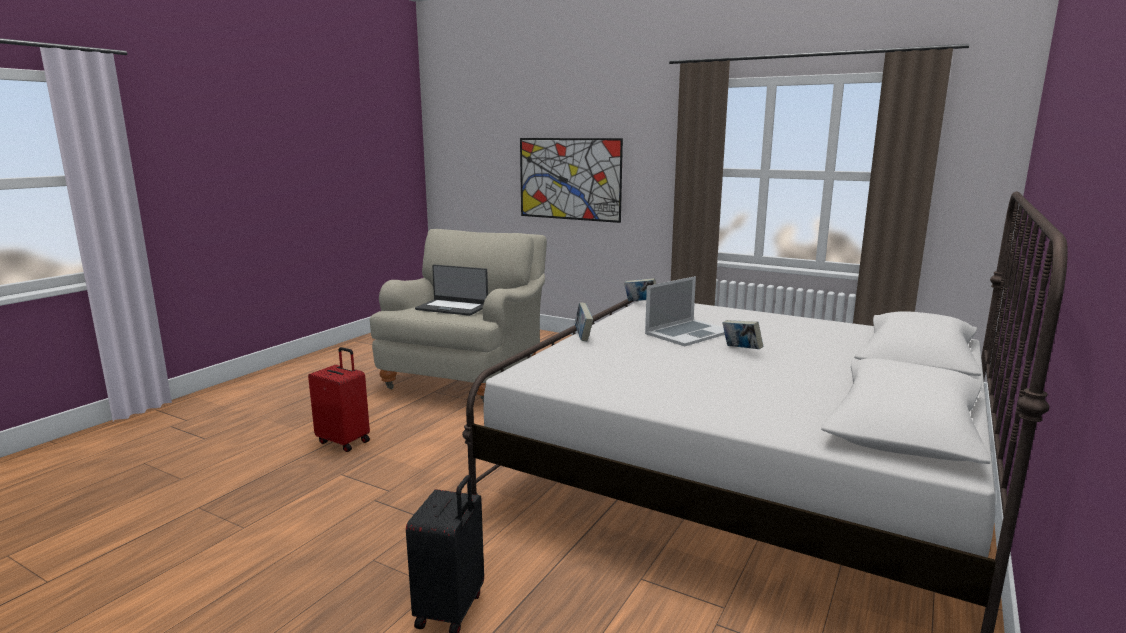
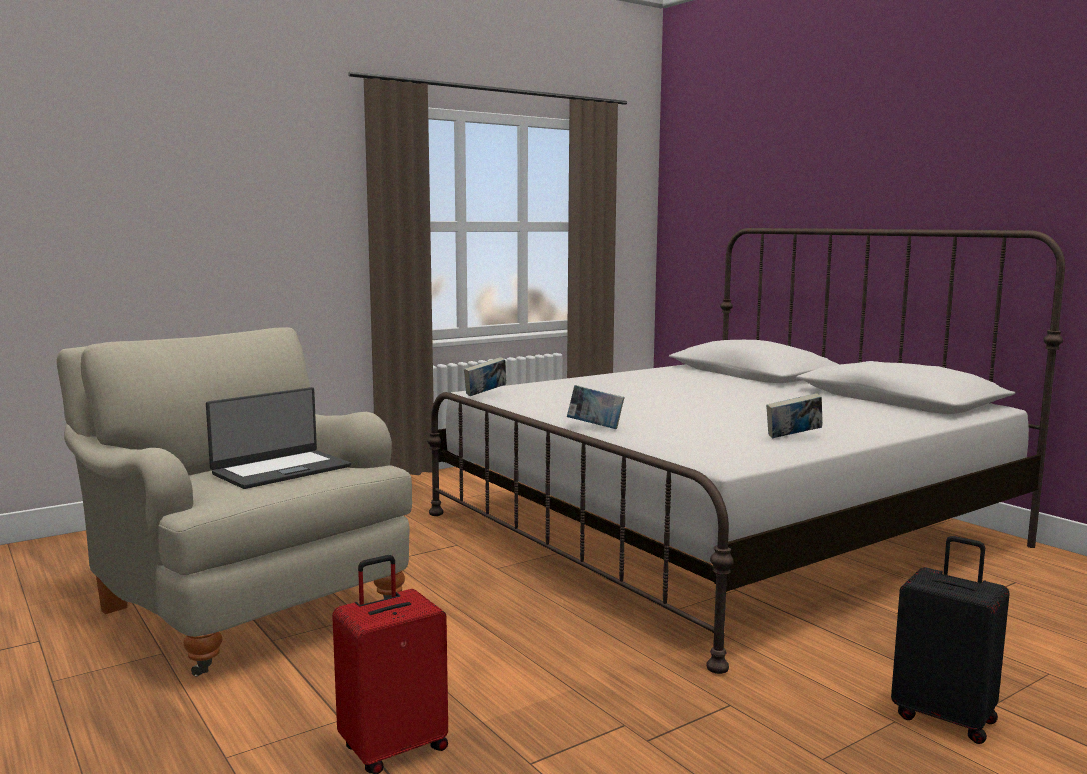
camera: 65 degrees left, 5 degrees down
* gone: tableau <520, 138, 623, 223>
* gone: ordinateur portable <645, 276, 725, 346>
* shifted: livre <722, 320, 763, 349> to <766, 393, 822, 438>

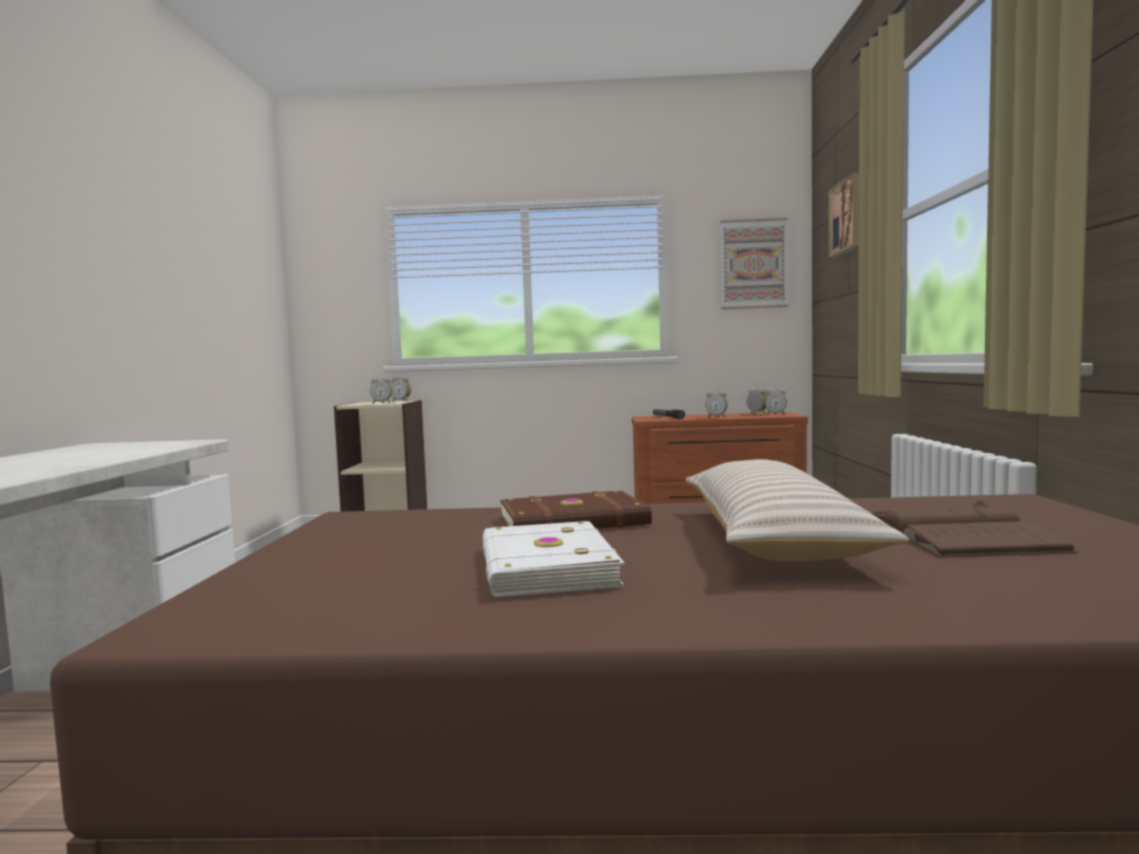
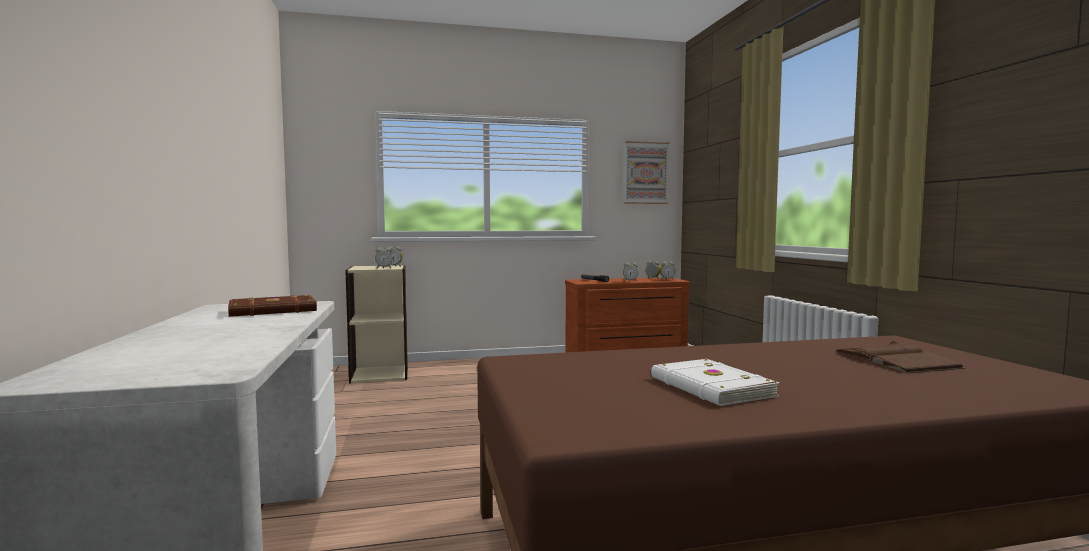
camera: 15 degrees left, 0 degrees up
* gone: tableau <829, 173, 859, 257>
* gone: coussin [beige] <686, 459, 909, 561>
* shifted: livre [marron] <500, 490, 652, 529> to <228, 295, 317, 317>

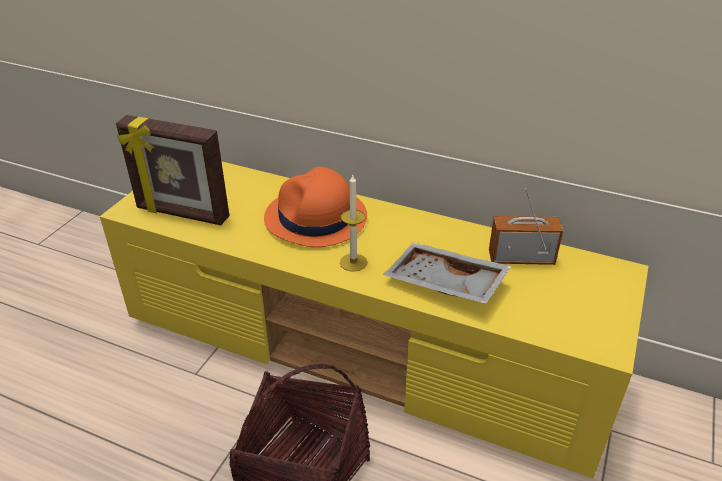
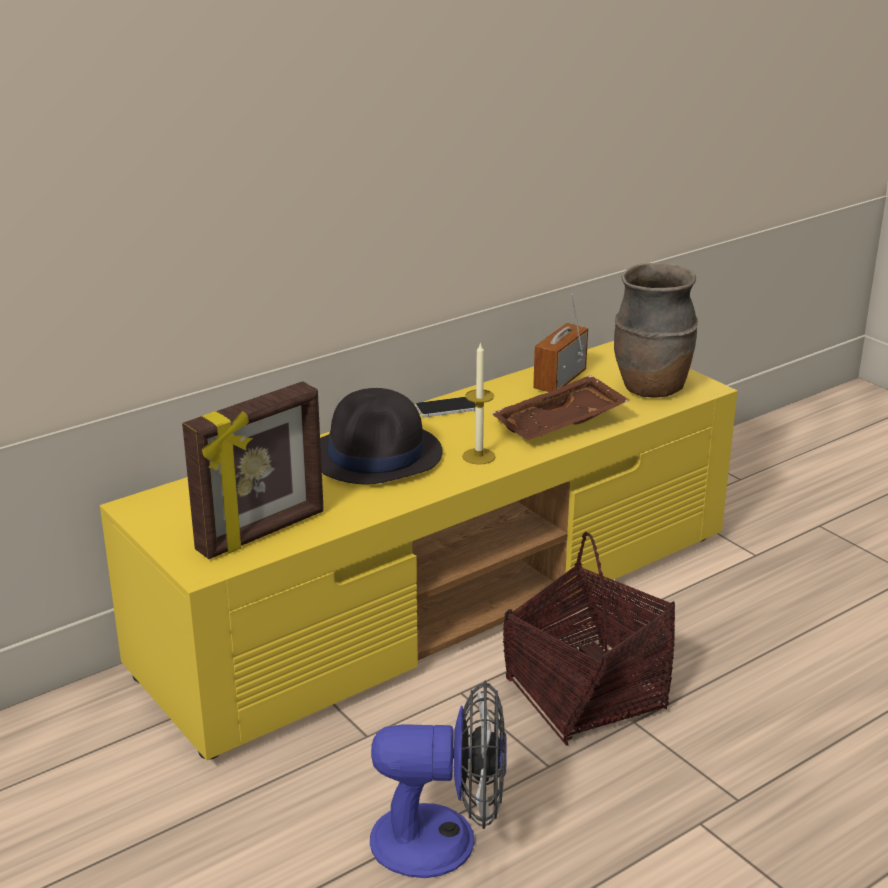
camera: 60 degrees left, 10 degrees down
* repainted: chapeau [orange] <264, 167, 367, 247> to chapeau [noir] <320, 388, 443, 485>
* repainted: plateau [gris] <383, 242, 512, 304> to plateau [marron] <491, 375, 631, 440>
* new: vase [marron] <614, 263, 698, 398>
* new: téléphone <416, 397, 475, 417>
* new: ventilateur <370, 681, 507, 878>

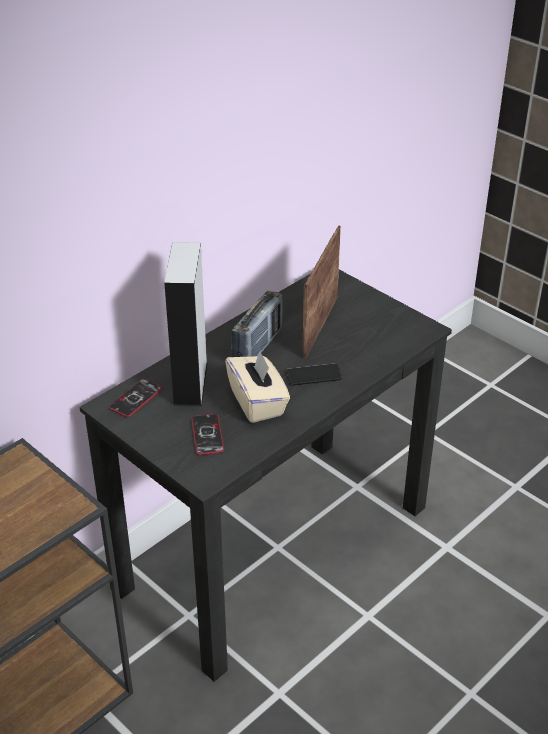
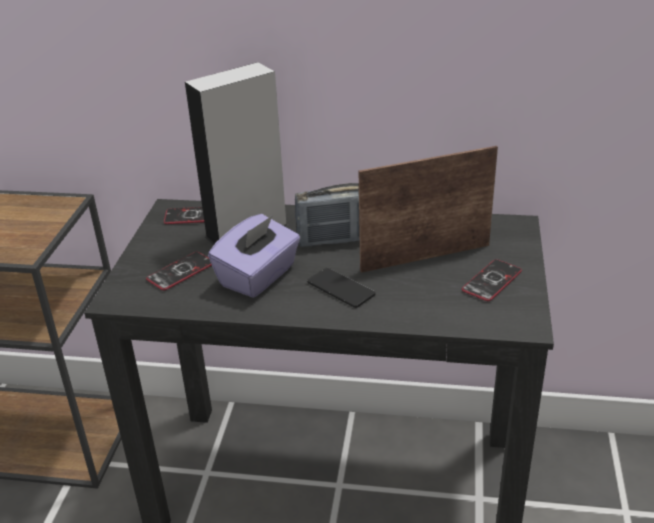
camera: 55 degrees right, 5 degrees down
* repainted: boîte à mouchoirs [beige] <225, 350, 290, 423> to boîte à mouchoirs [violet] <208, 214, 300, 298>
* new: téléphone <462, 259, 522, 301>

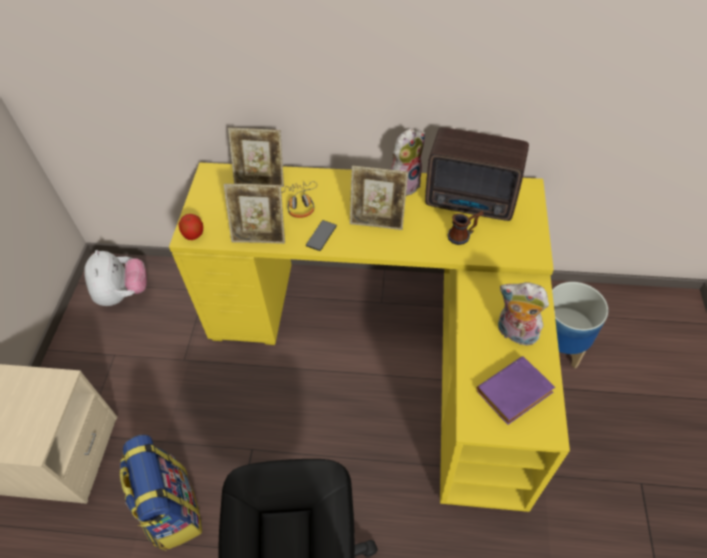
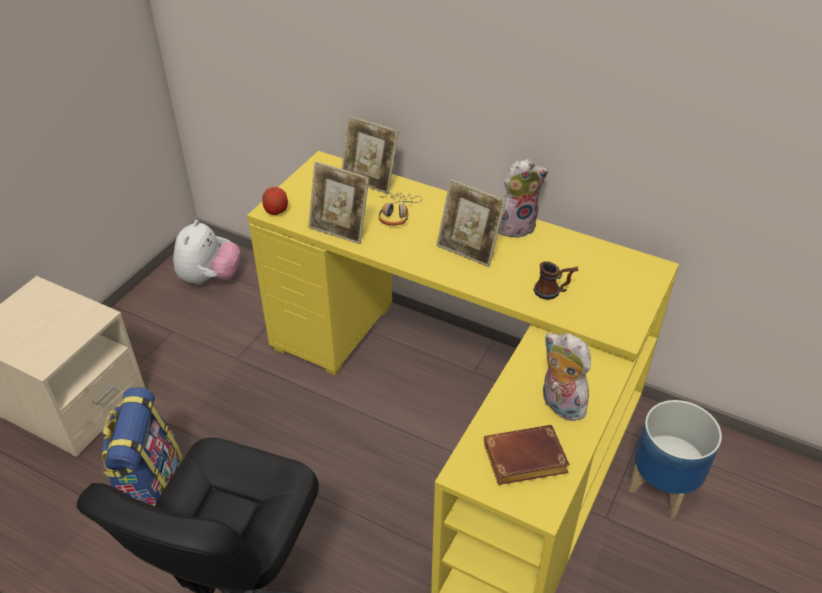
camera: 20 degrees right, 10 degrees down
* gone: radio <425, 127, 529, 221>
* gone: téléphone <306, 220, 337, 251>
* repainted: livre [violet] <477, 356, 555, 425> to livre [marron] <484, 425, 570, 485>

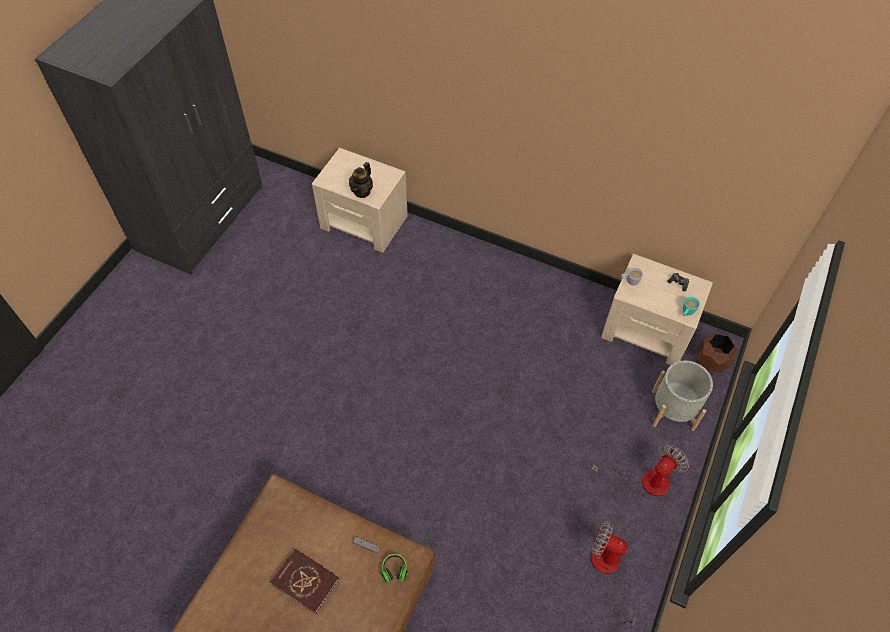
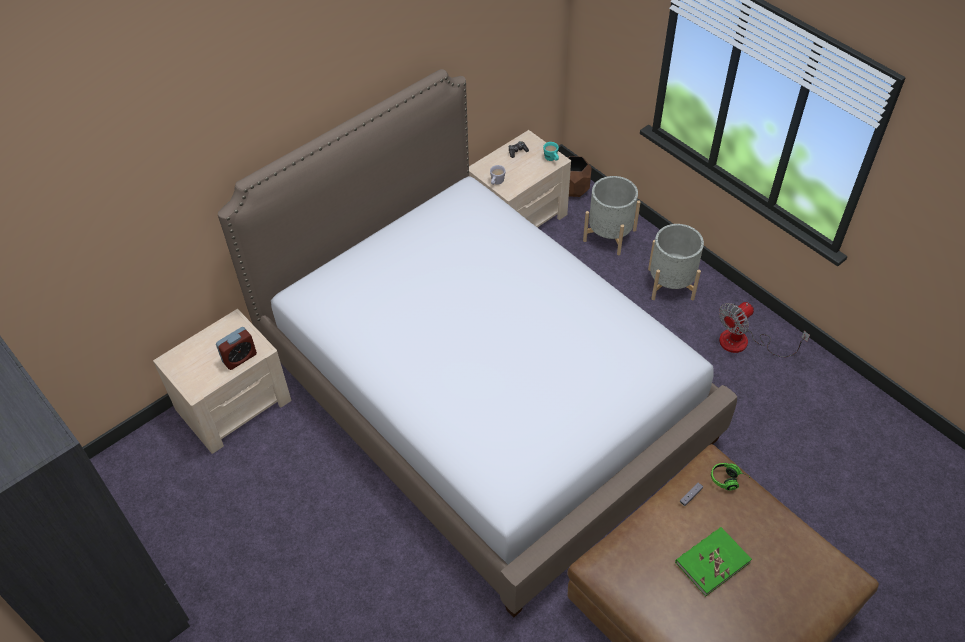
camera: 65 degrees left, 5 degrees down
* swapped: théière <349, 162, 373, 198> to réveil <216, 327, 257, 370>
* swapped: ventilateur <592, 443, 689, 497> to cache-pot [gris] <648, 224, 704, 301>
* repainted: livre [rouge] <270, 549, 339, 614> to livre [vert] <675, 527, 752, 596>
* new: lit <218, 69, 737, 618>

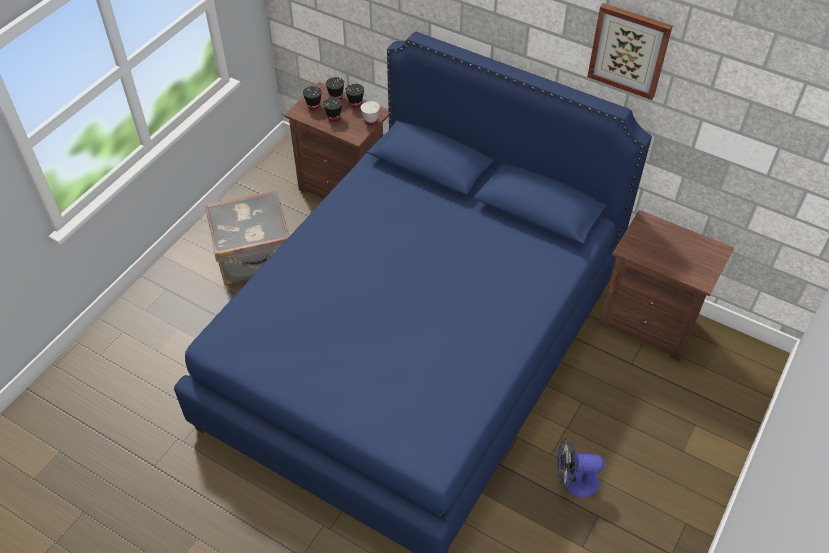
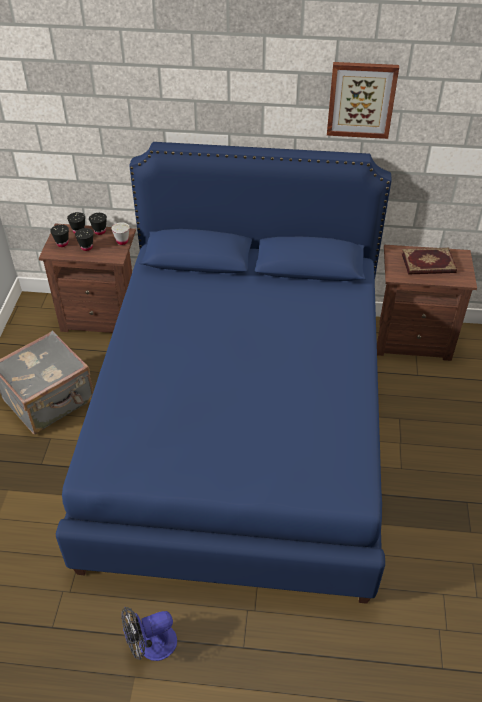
camera: 25 degrees left, 5 degrees down
* shifted: ventilateur <557, 438, 604, 497> to <121, 607, 177, 661>
* new: livre <401, 248, 457, 275>

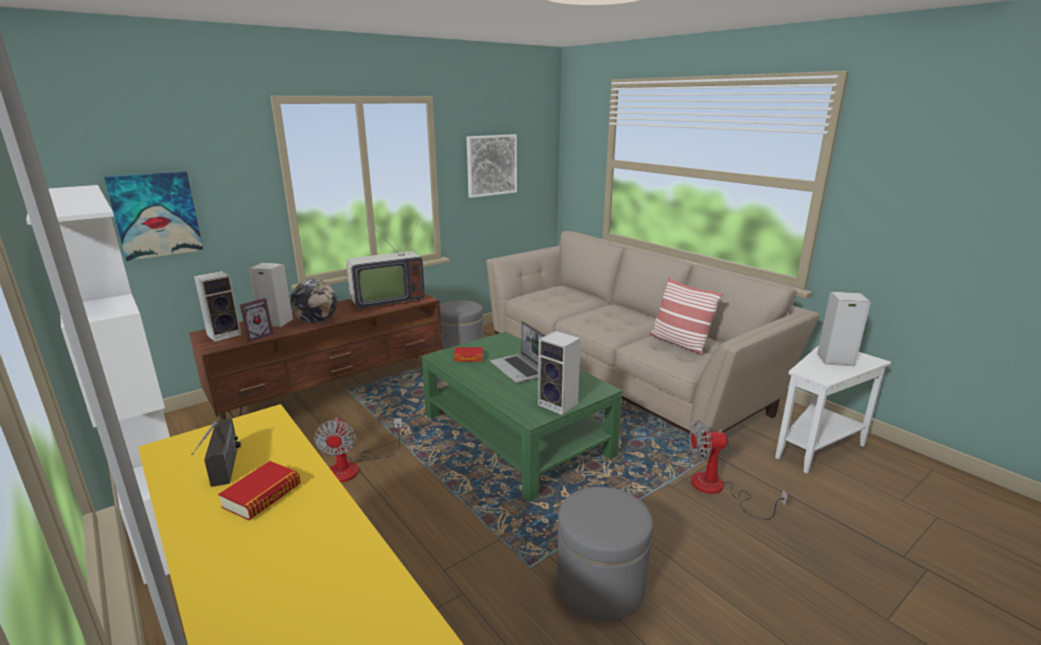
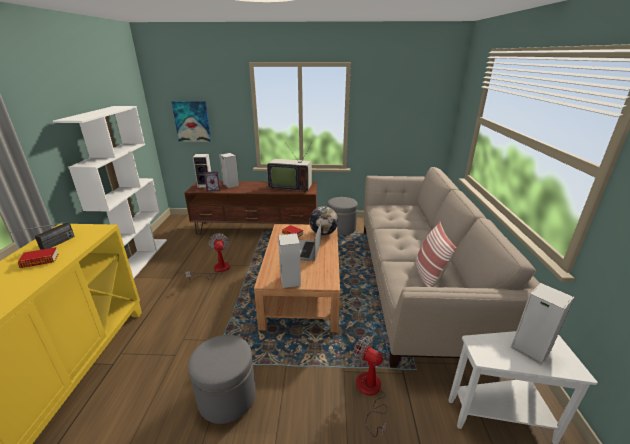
camera: 40 degrees right, 5 degrees up
* gone: tableau <467, 134, 517, 198>
* shifted: globe <290, 279, 337, 323> to <309, 206, 338, 235>
* repainted: table basse [vert] <422, 331, 623, 502> to table basse [marron] <254, 224, 340, 332>
* rotated: ventilateur <314, 417, 402, 483> = <185, 233, 230, 282> 135 degrees clockwise

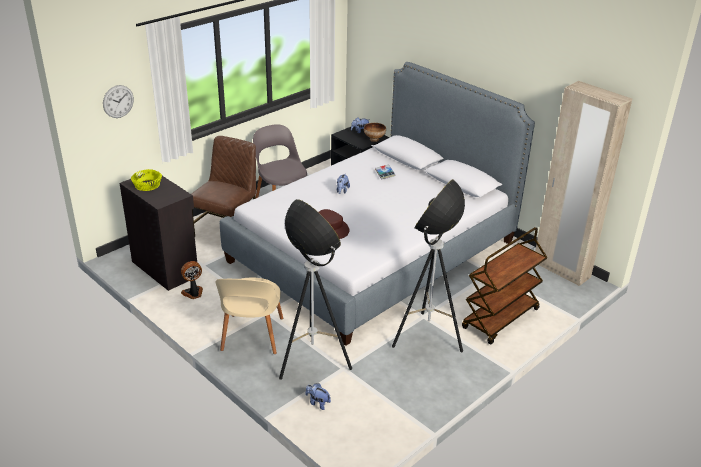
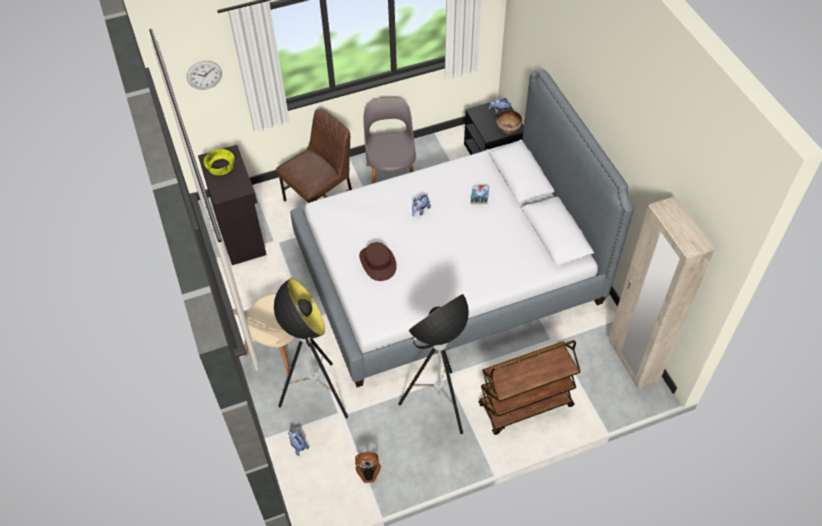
camera: 25 degrees right, 20 degrees up
* shifted: ventilateur <181, 261, 203, 299> to <355, 452, 381, 483>

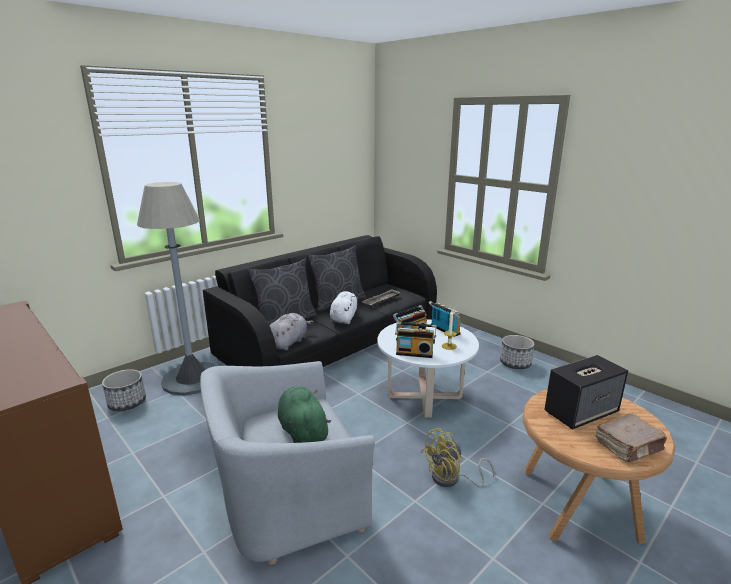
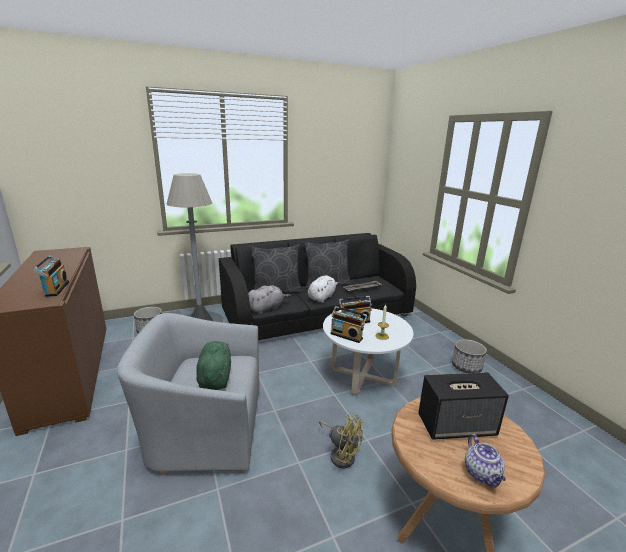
camera: 20 degrees right, 0 degrees up
* shifted: radio <429, 301, 461, 337> to <33, 255, 69, 297>
* swapped: livre [marron] <595, 413, 667, 462> to théière <465, 434, 506, 488>
* rotated: ventilateur [jaune] <421, 428, 494, 487> = <319, 414, 363, 468> 135 degrees counterclockwise

